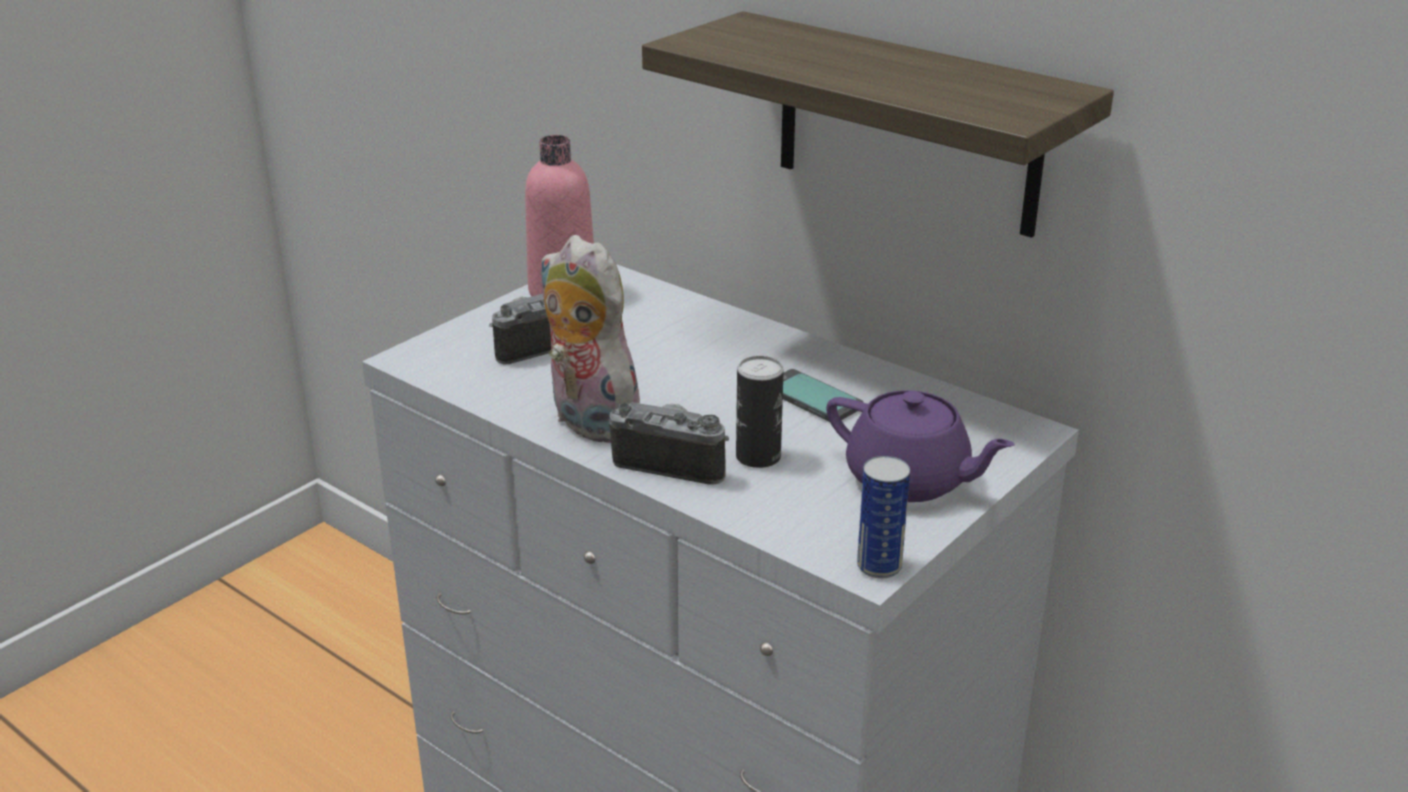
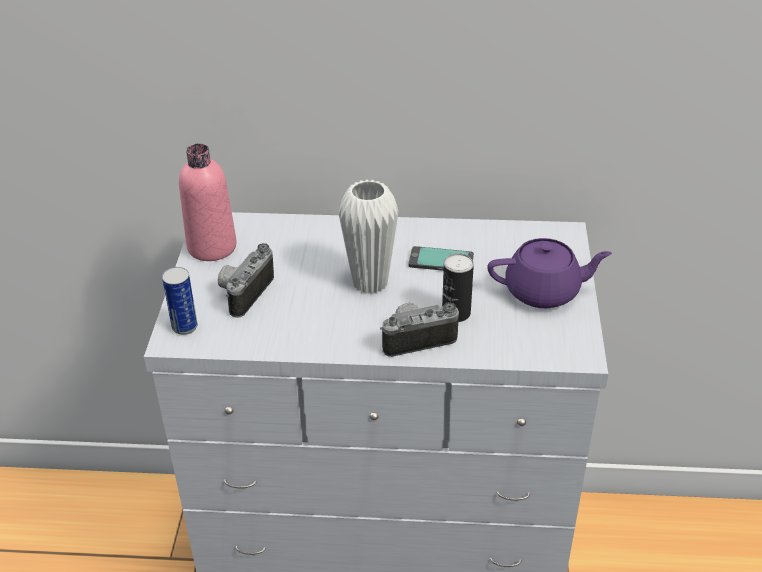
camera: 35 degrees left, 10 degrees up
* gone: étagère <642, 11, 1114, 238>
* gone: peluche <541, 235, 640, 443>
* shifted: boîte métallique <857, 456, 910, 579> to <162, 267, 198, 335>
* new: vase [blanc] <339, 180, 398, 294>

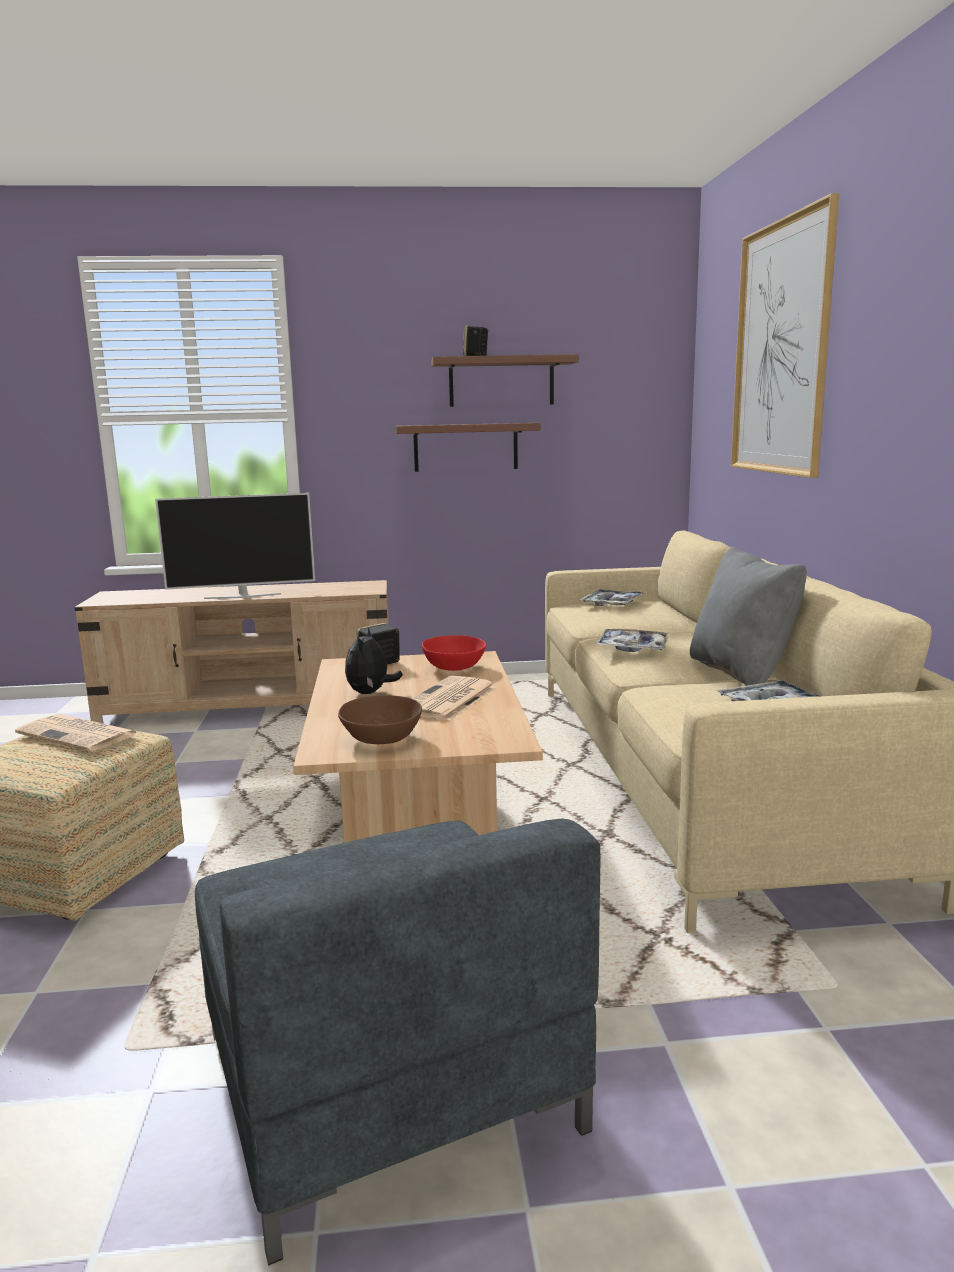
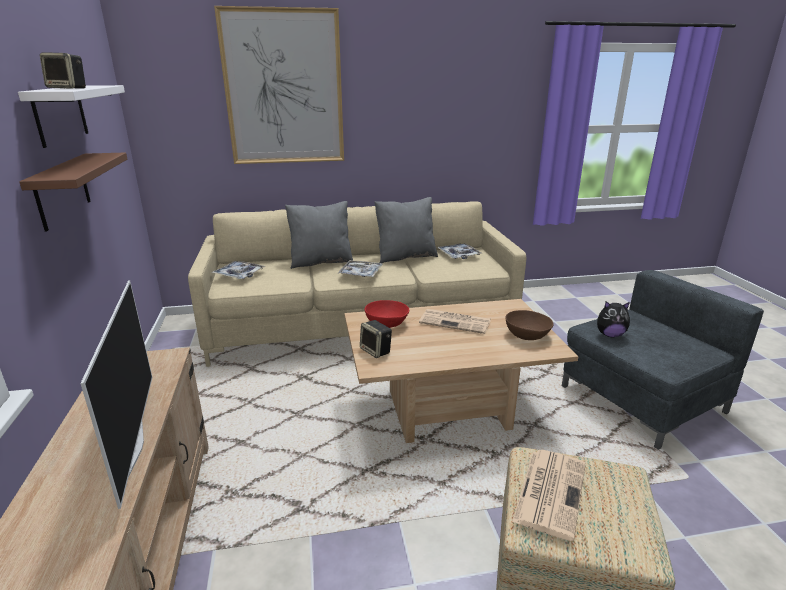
camera: 95 degrees left, 10 degrees up
* repainted: étagère [marron] <431, 354, 579, 407> to étagère [blanc] <18, 85, 125, 148>
* shifted: peluche <345, 628, 403, 694> to <597, 301, 630, 337>
* new: coussin [gris] <285, 201, 353, 269>

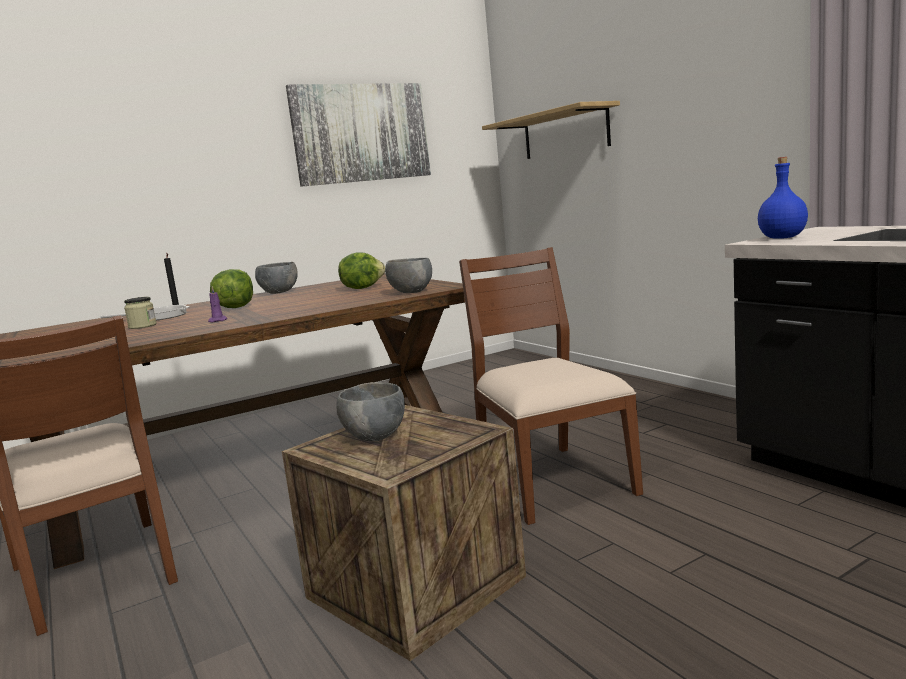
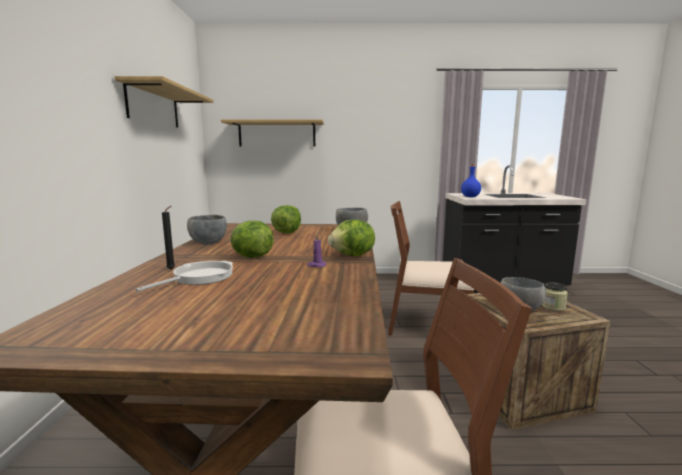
camera: 60 degrees left, 0 degrees up
* swapped: tableau <286, 83, 431, 187> to étagère <115, 76, 214, 127>
* shifted: bocal <124, 297, 157, 329> to <542, 283, 568, 311>
* new: laitue <328, 220, 375, 256>

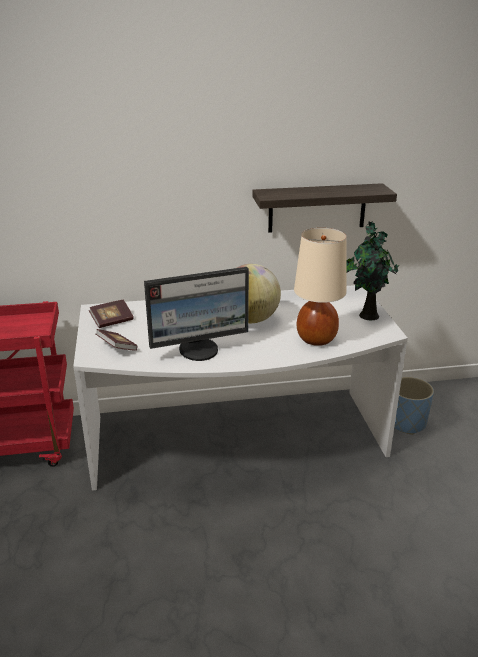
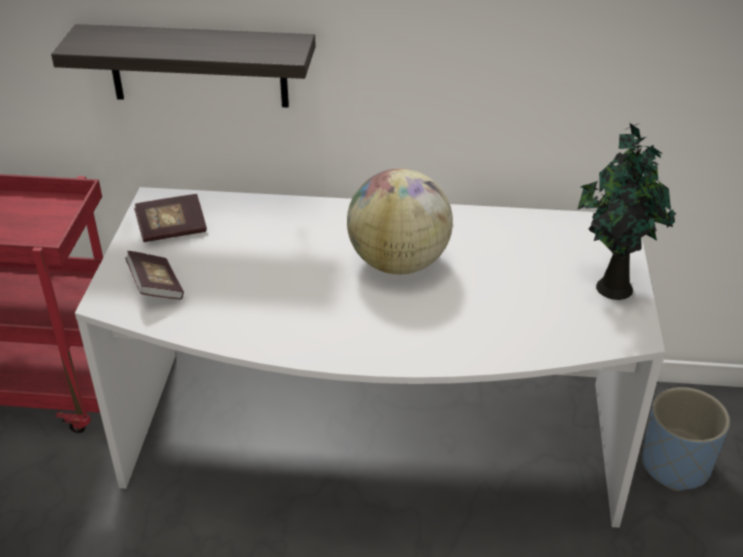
camera: 15 degrees right, 10 degrees up
* shifted: étagère <252, 183, 397, 233> to <51, 24, 316, 108>
* gone: lampe de table [beige] <294, 228, 347, 346>
* gone: écran d'ordinateur <144, 267, 249, 361>

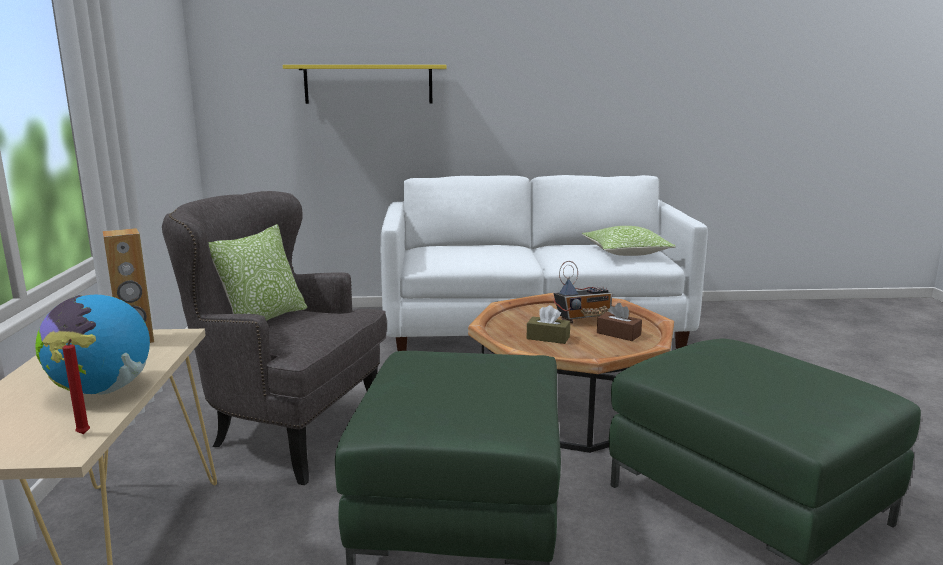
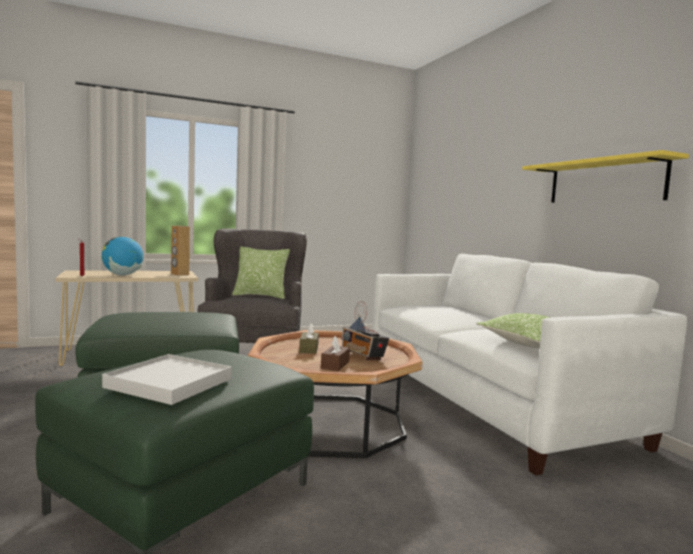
camera: 70 degrees right, 10 degrees down
* shifted: étagère [jaune] <283, 65, 446, 104> to <522, 150, 689, 203>
* new: plateau [blanc] <102, 354, 232, 405>

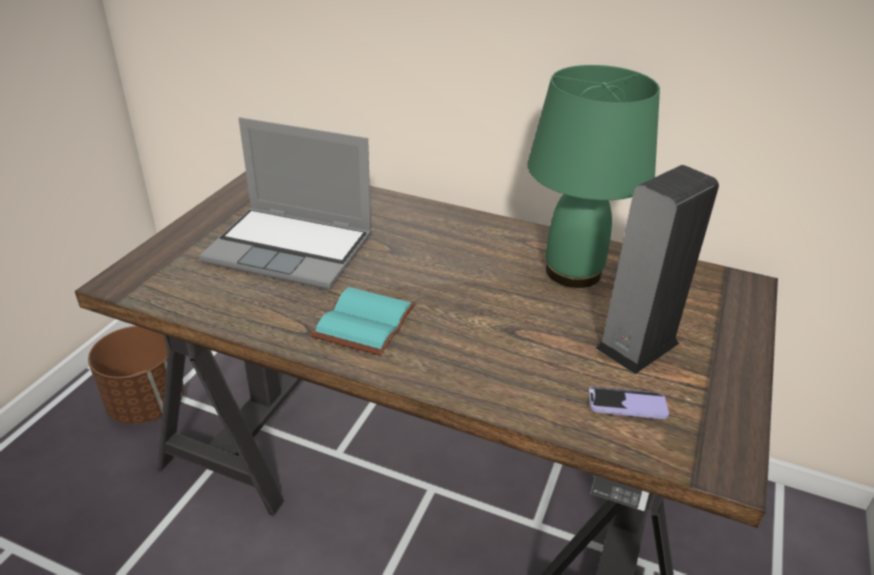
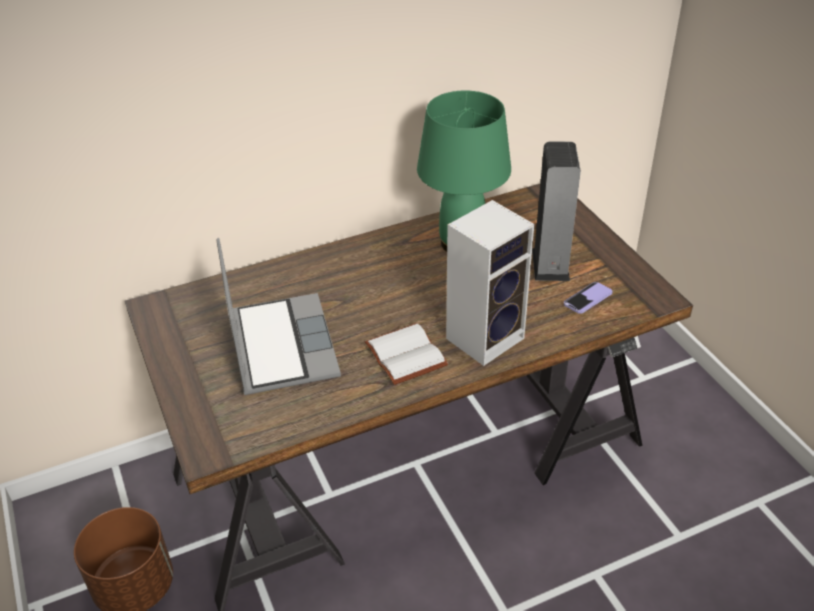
camera: 45 degrees left, 5 degrees up
* rotated: ordinateur portable <199, 117, 372, 290> = <217, 238, 341, 395> 75 degrees counterclockwise
* repainted: livre [turquoise] <311, 287, 415, 356> to livre [blanc] <365, 323, 448, 385>
* new: enceinte <446, 200, 534, 366>

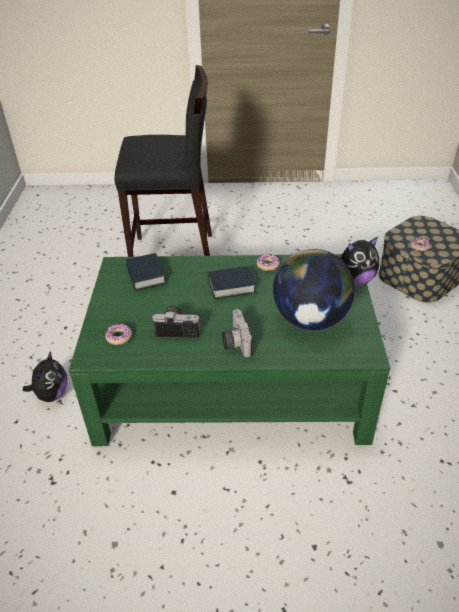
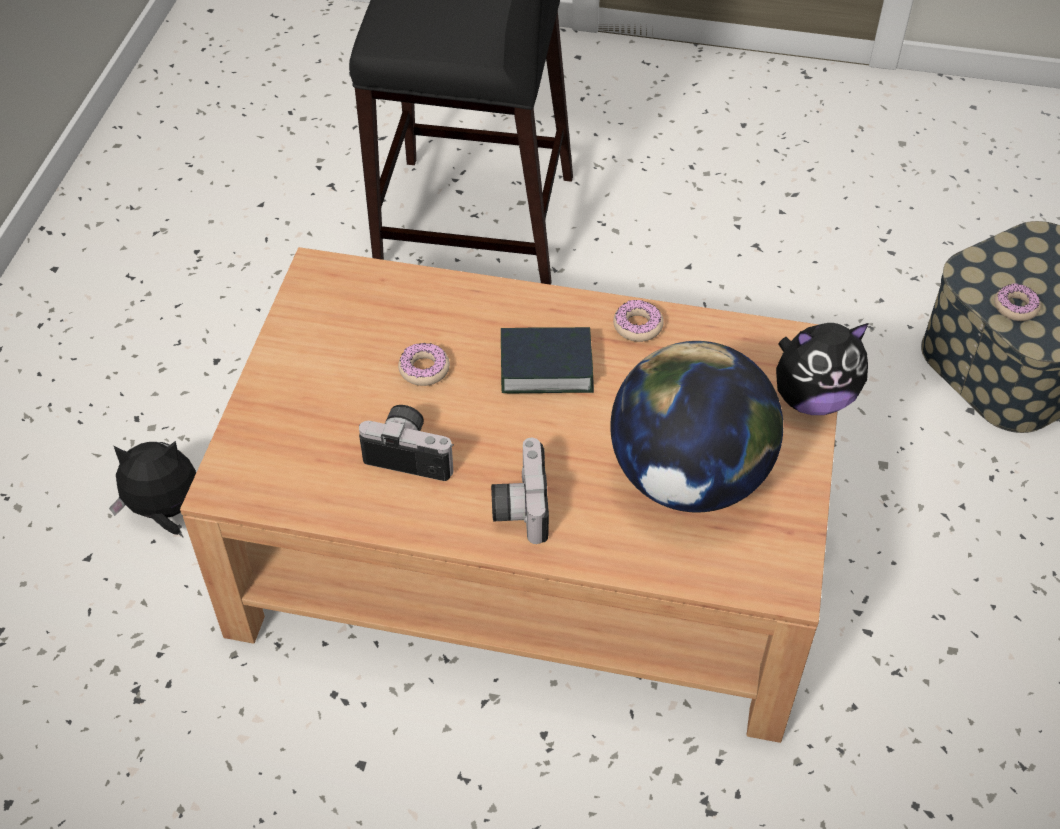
camera: 10 degrees right, 10 degrees up
* gone: livre <126, 253, 166, 291>
* repainted: table basse [vert] <69, 254, 390, 446> to table basse [marron] <180, 247, 837, 743>
* shifted: beignet <105, 324, 132, 345> to <398, 343, 450, 386>
* rotated: peluche <23, 351, 67, 402> = <109, 441, 196, 535> 120 degrees counterclockwise

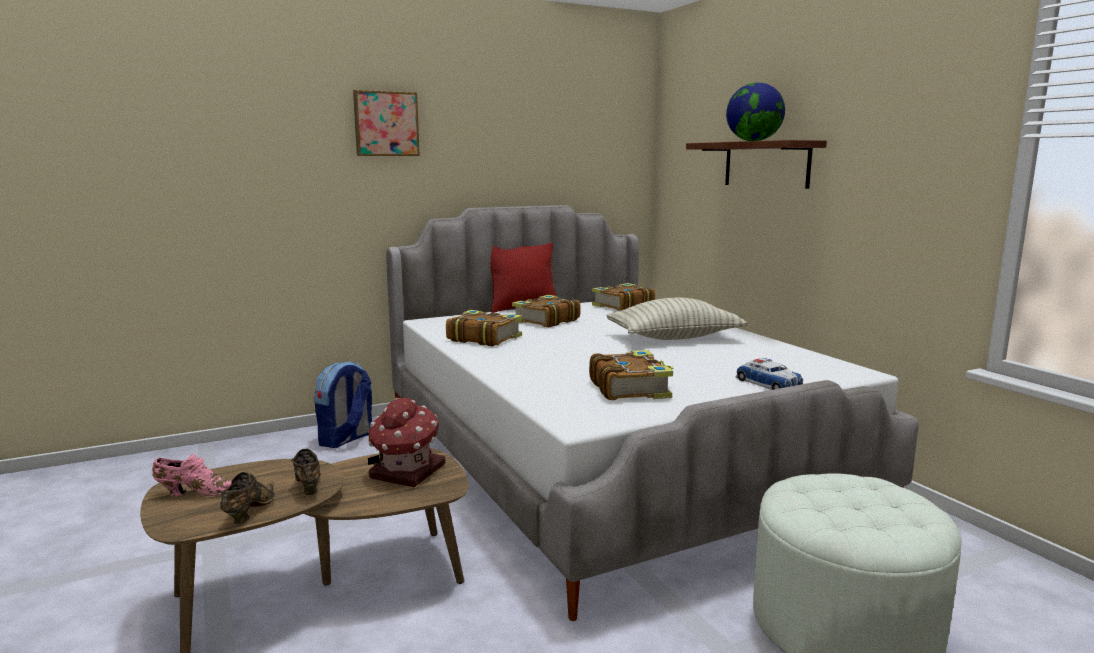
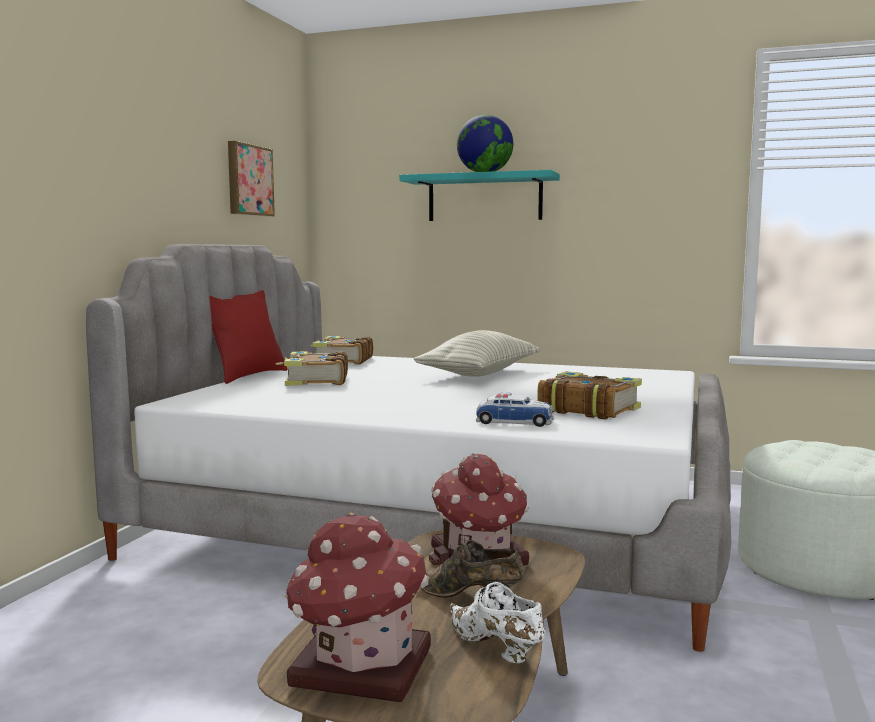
camera: 45 degrees left, 5 degrees down
* shifted: tableau <353, 90, 420, 156> to <228, 141, 275, 217>
* repainted: étagère [marron] <686, 140, 827, 189> to étagère [turquoise] <399, 170, 560, 221>
* gone: livre <446, 310, 522, 346>
* shifted: petite voiture <735, 358, 803, 390> to <476, 392, 554, 427>
* gone: sac à dos <314, 361, 372, 448>
* swapped: chaussure [rose] <152, 454, 232, 496> to maison miniature <285, 512, 431, 702>
* repainted: chaussure [marron] <220, 472, 275, 524> to chaussure [blanc] <450, 582, 545, 663>

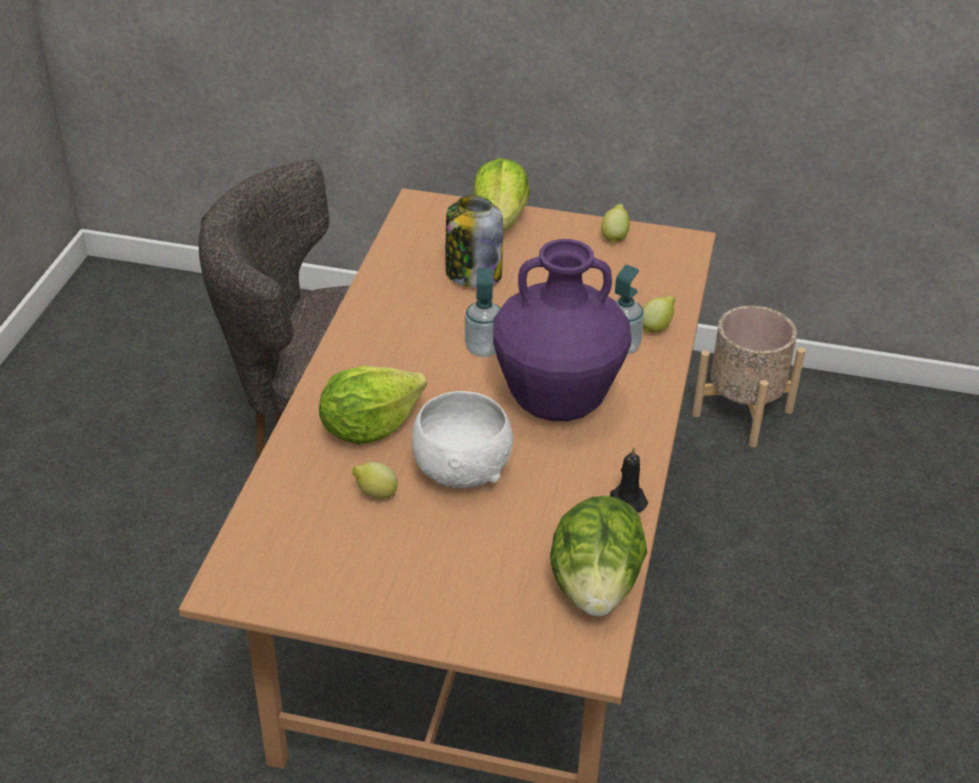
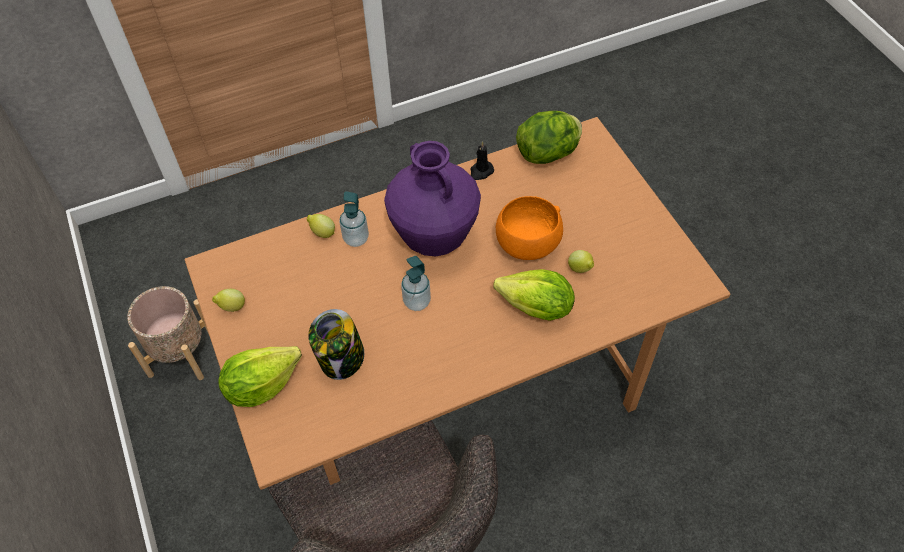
camera: 125 degrees left, 15 degrees up
* repainted: bol [blanc] <411, 391, 513, 488> to bol [orange] <496, 196, 563, 260>

